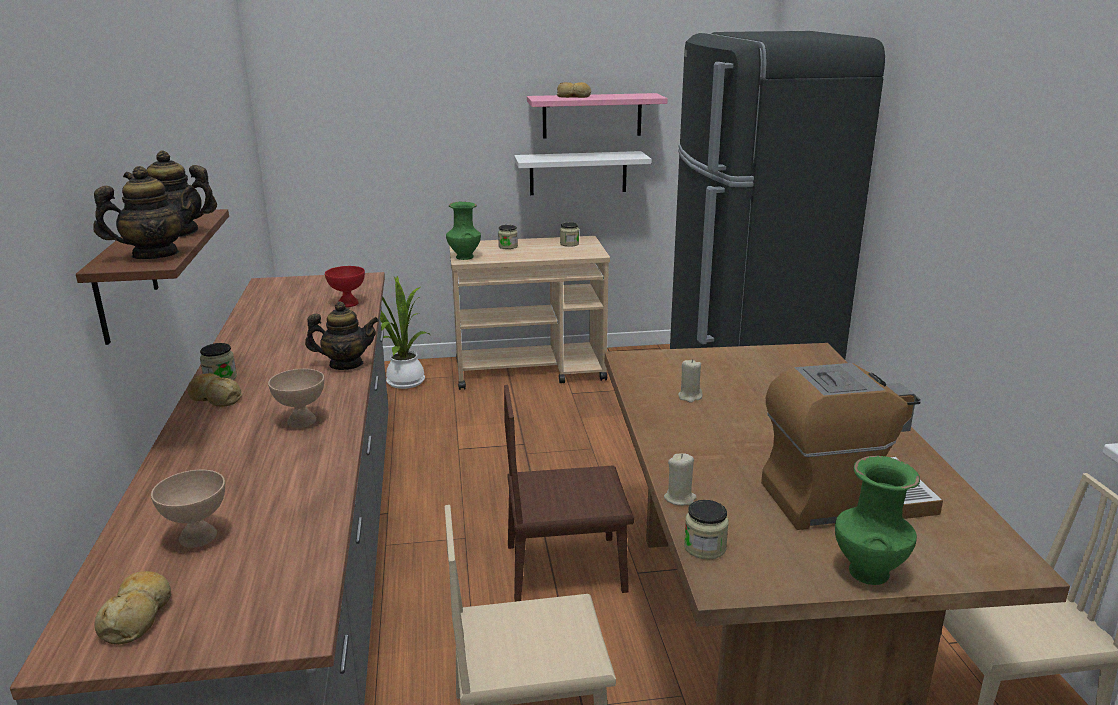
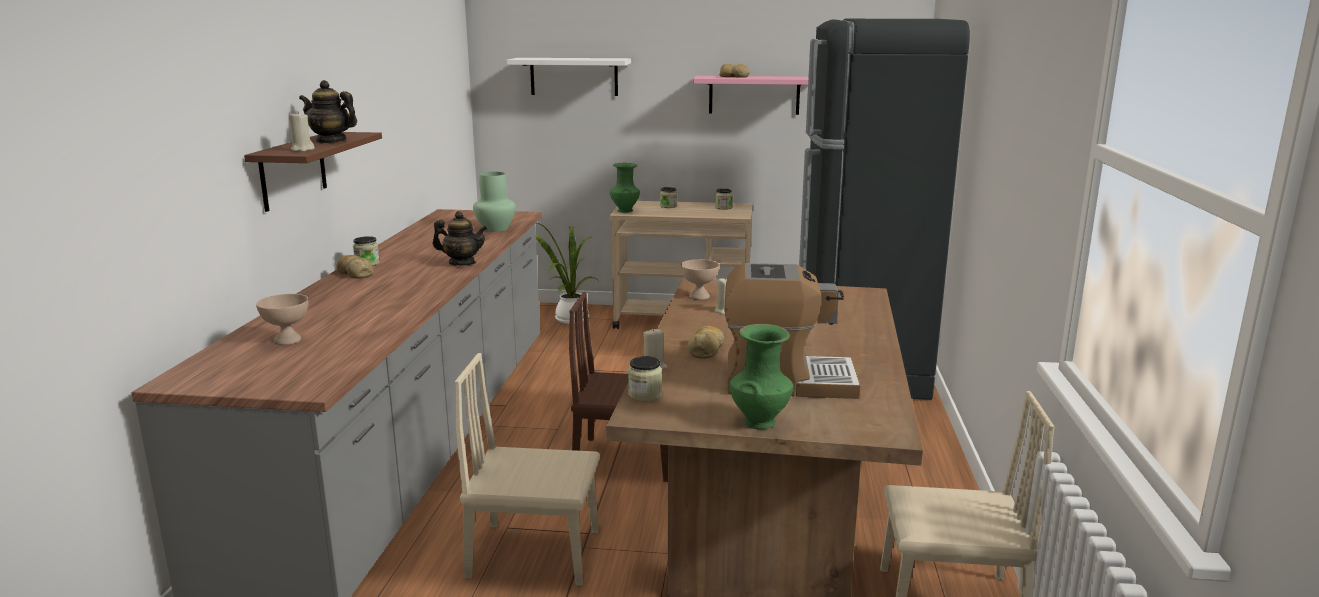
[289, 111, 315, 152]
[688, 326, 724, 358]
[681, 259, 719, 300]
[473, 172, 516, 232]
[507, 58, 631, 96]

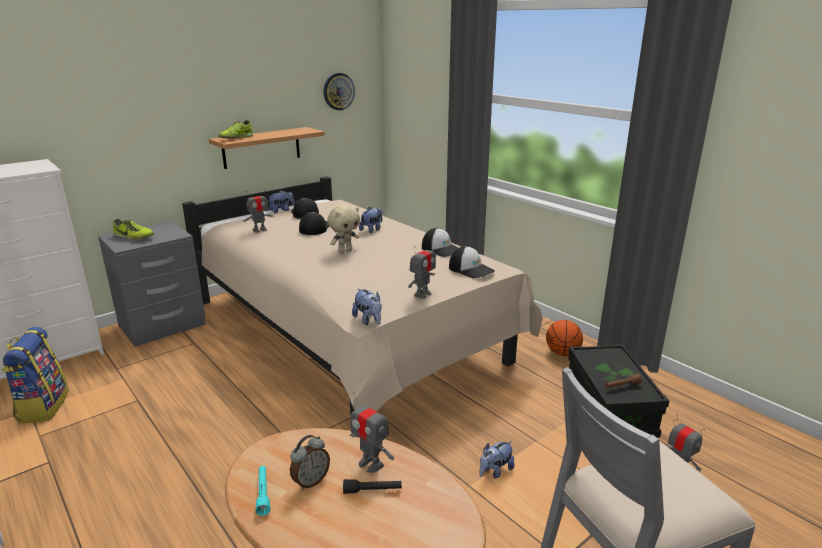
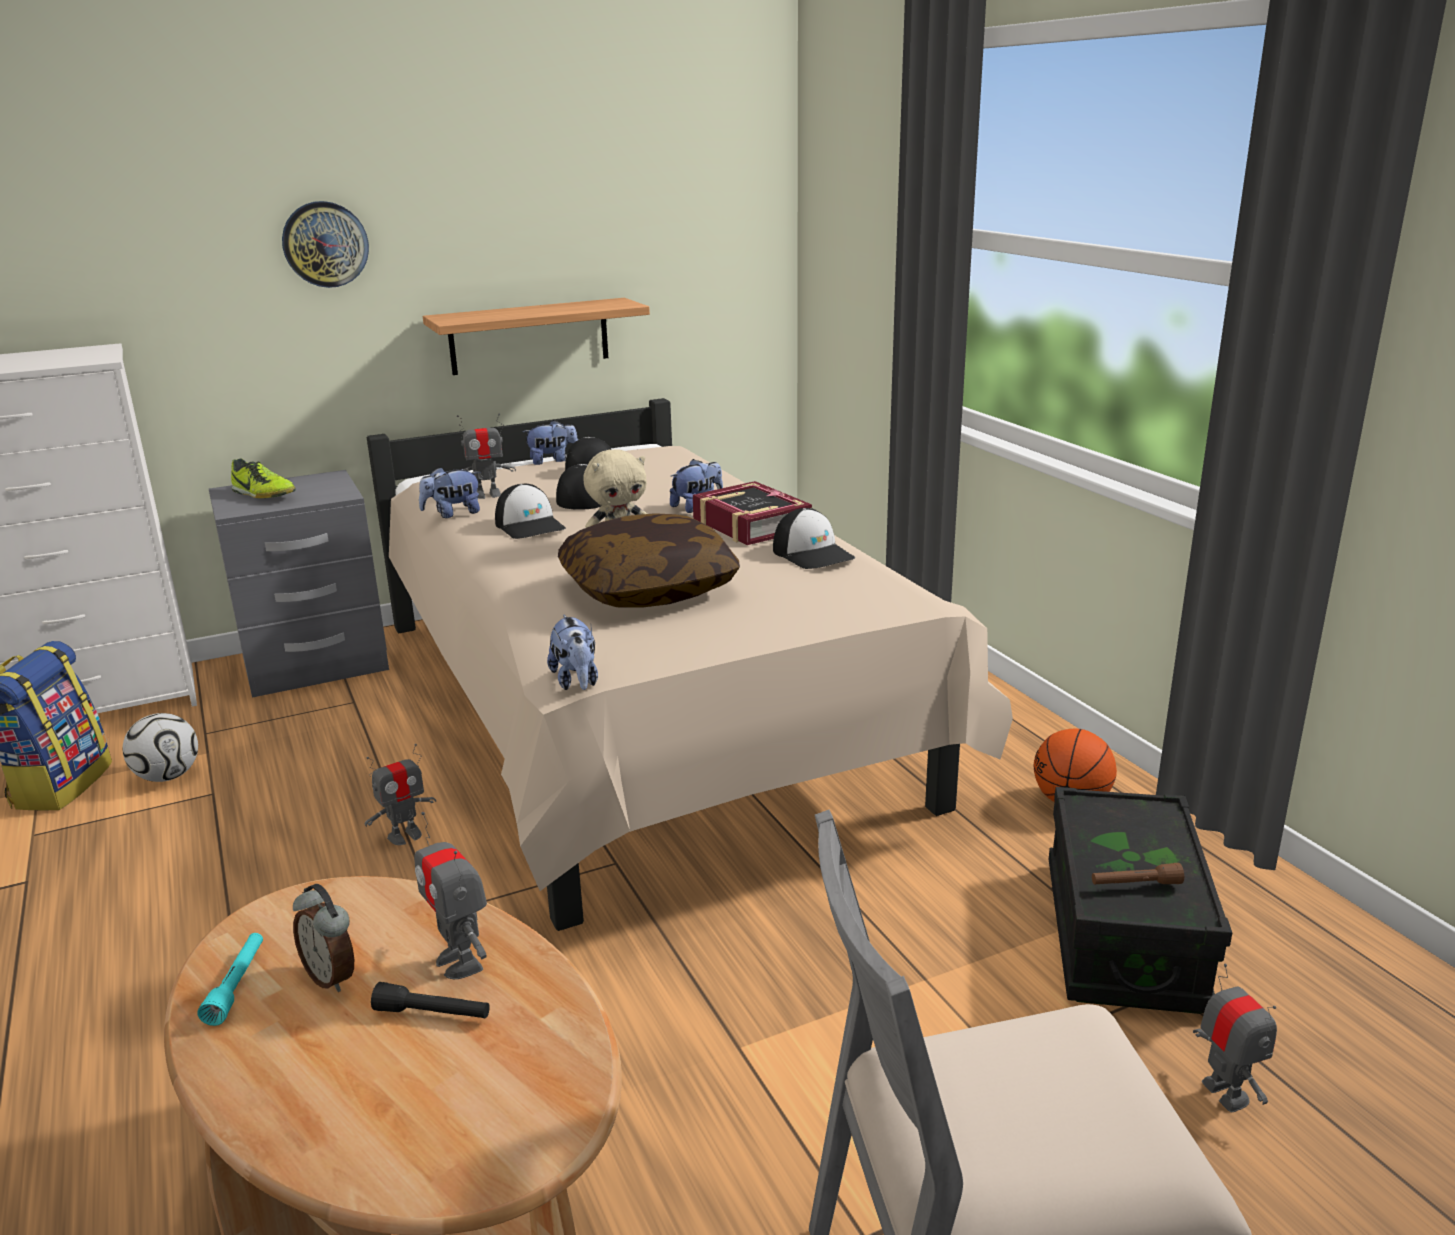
[218, 120, 253, 139] (first image)
[293, 884, 354, 992]
[282, 201, 369, 288]
[364, 744, 436, 845]
[495, 484, 566, 539]
[419, 467, 480, 518]
[123, 713, 198, 782]
[558, 513, 740, 608]
[693, 481, 812, 545]

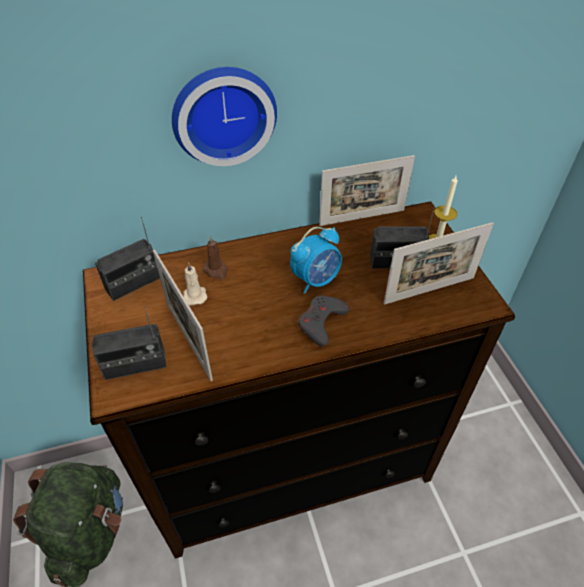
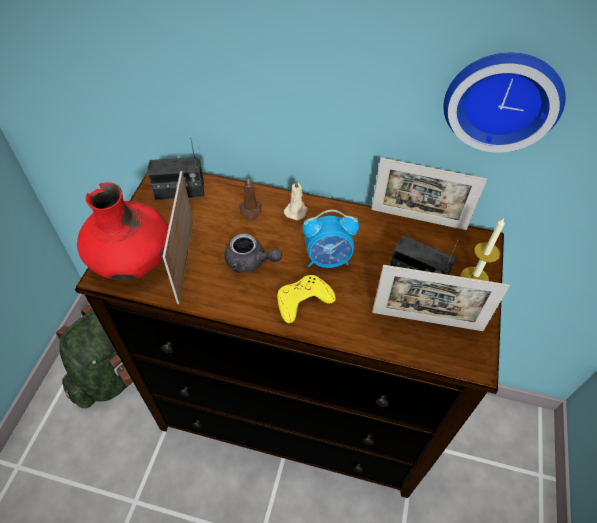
[77, 182, 168, 280]
[443, 53, 566, 153]
[284, 180, 308, 220]
[277, 275, 336, 323]
[224, 234, 282, 273]

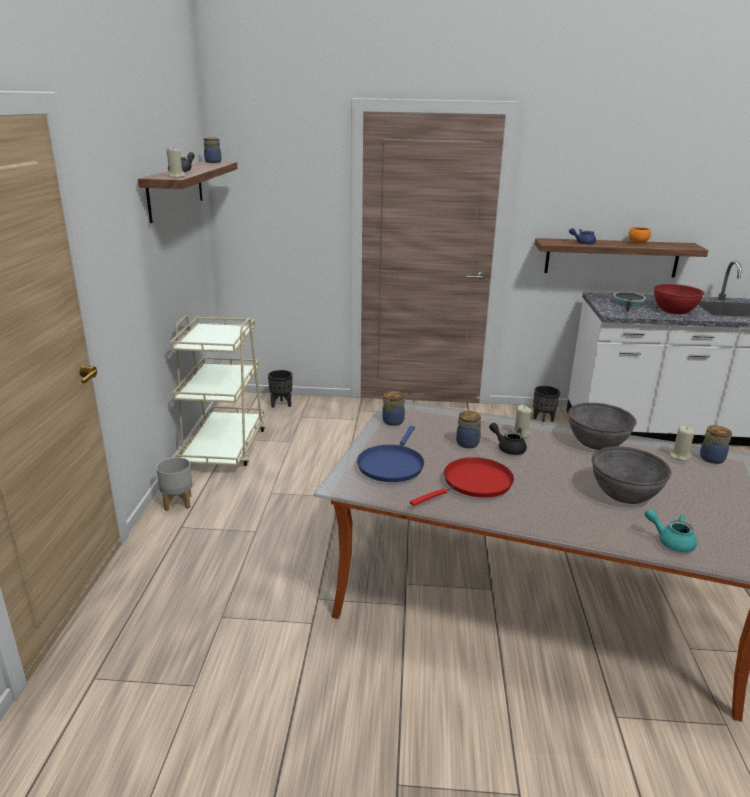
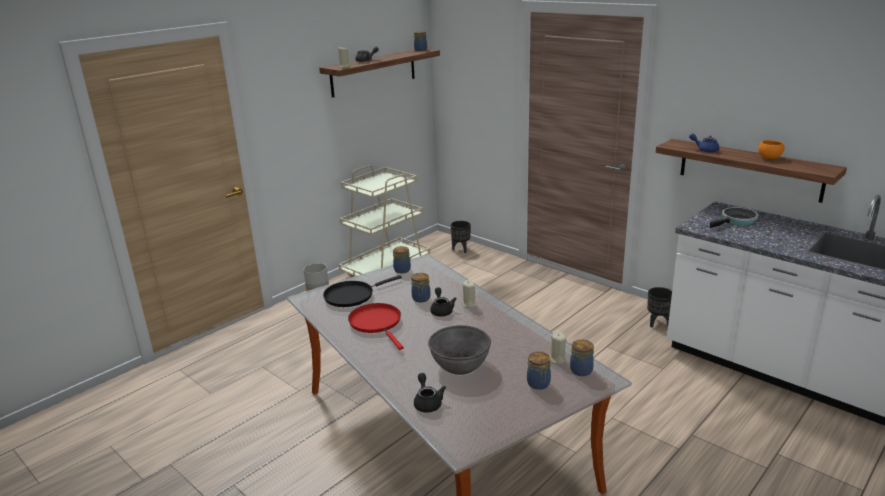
[323, 275, 402, 307]
[348, 303, 404, 350]
[568, 403, 637, 450] (first image)
[414, 373, 446, 413]
[654, 284, 705, 314] (first image)
[527, 352, 551, 390]

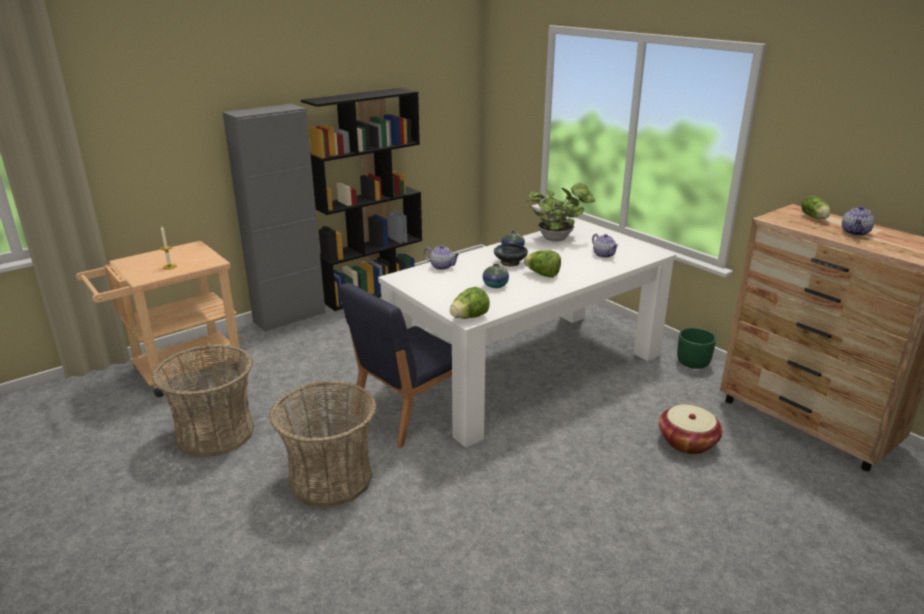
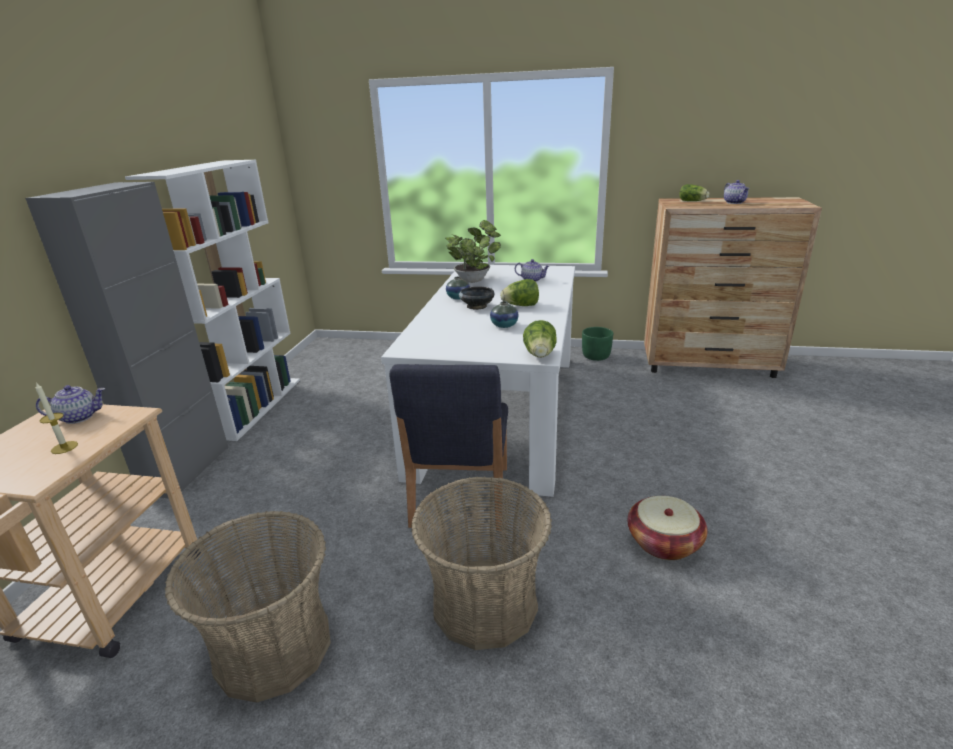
[125, 160, 300, 441]
[36, 385, 105, 424]
[628, 496, 708, 560]

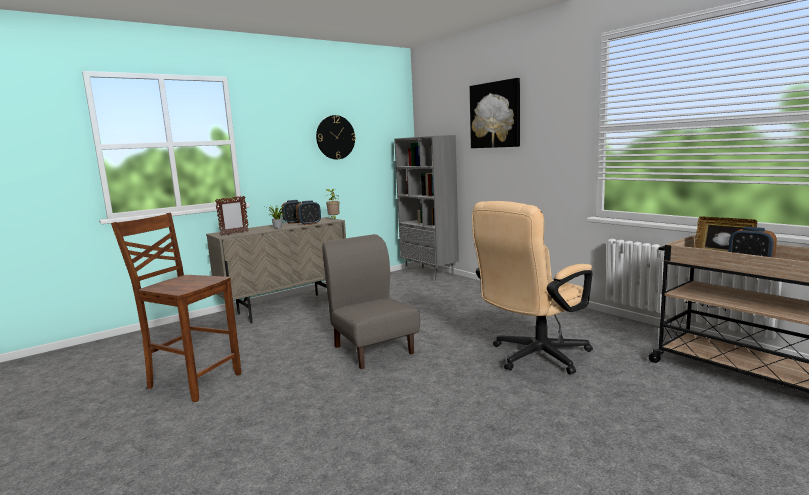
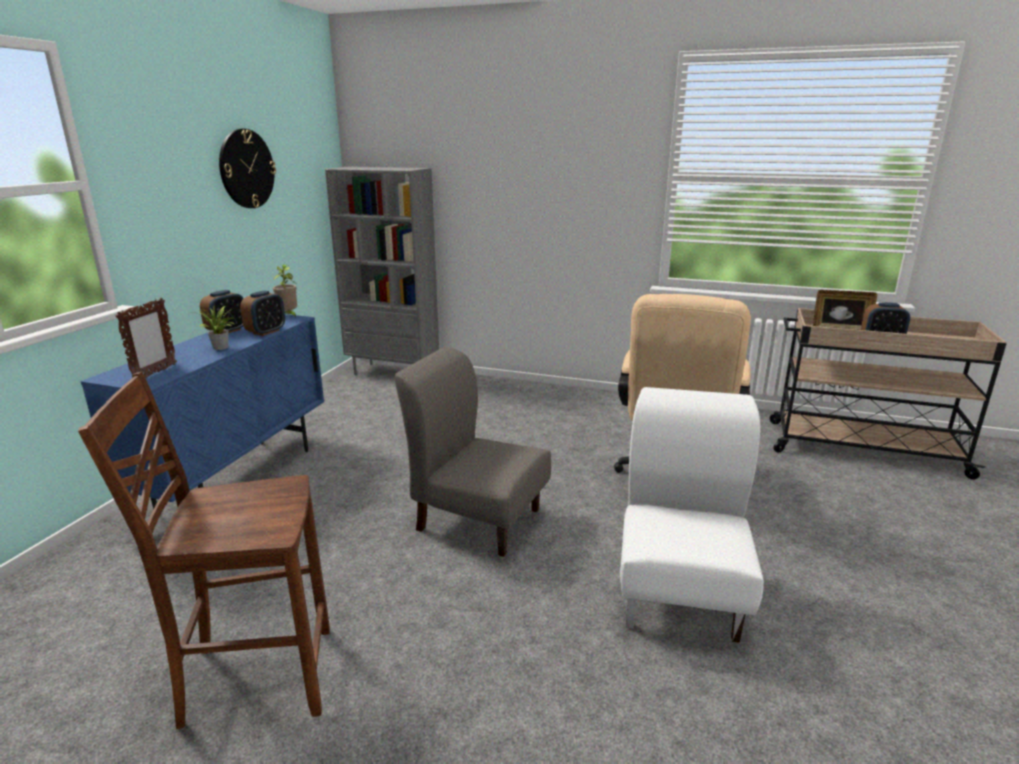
[80, 314, 324, 509]
[470, 78, 520, 148] (first image)
[620, 387, 764, 643]

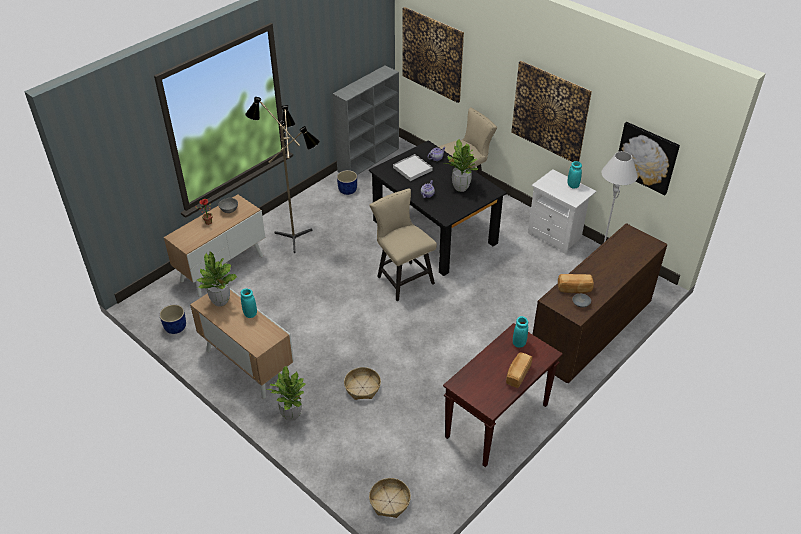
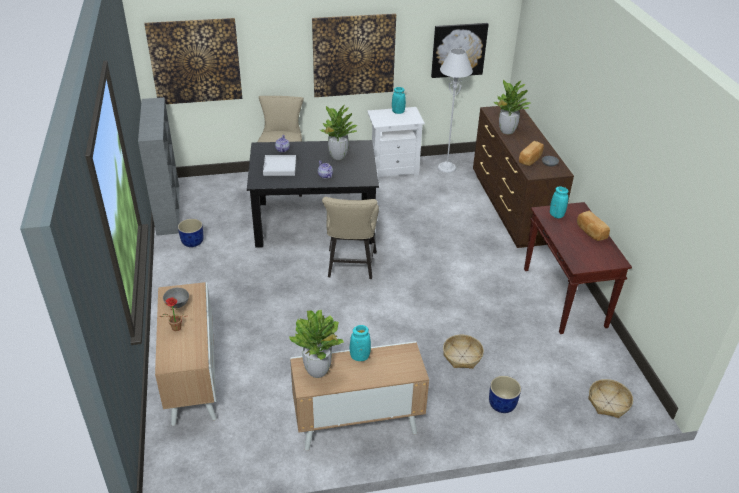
[489, 376, 521, 413]
[245, 97, 320, 253] (first image)
[493, 79, 530, 134]
[322, 197, 379, 279]

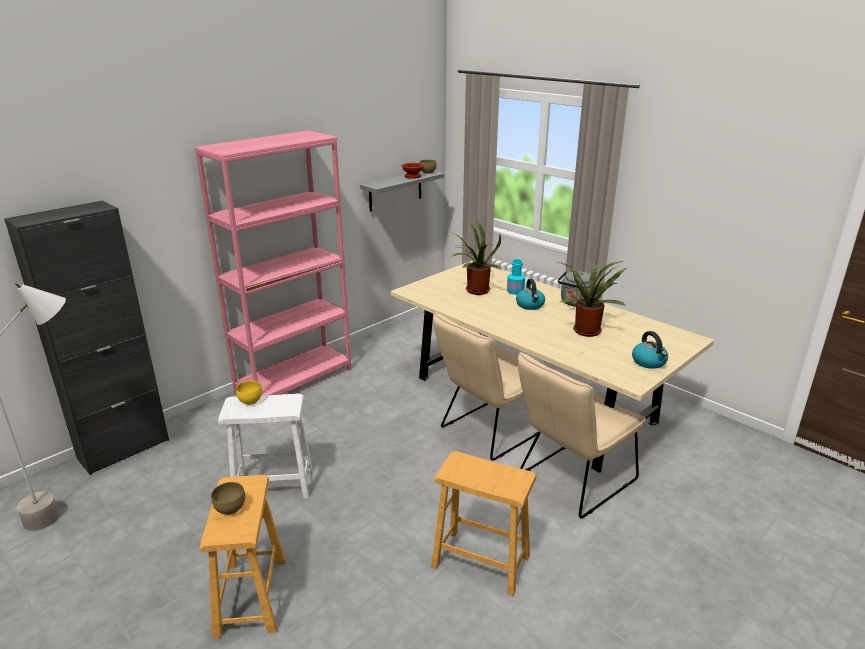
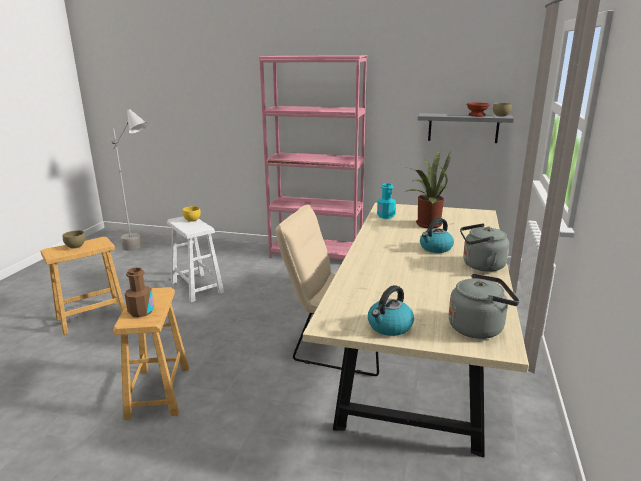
[4, 201, 169, 475] (first image)
[377, 183, 396, 219]
[518, 351, 646, 519] (first image)
[557, 261, 627, 337] (first image)
[125, 267, 154, 317]
[449, 273, 520, 339]

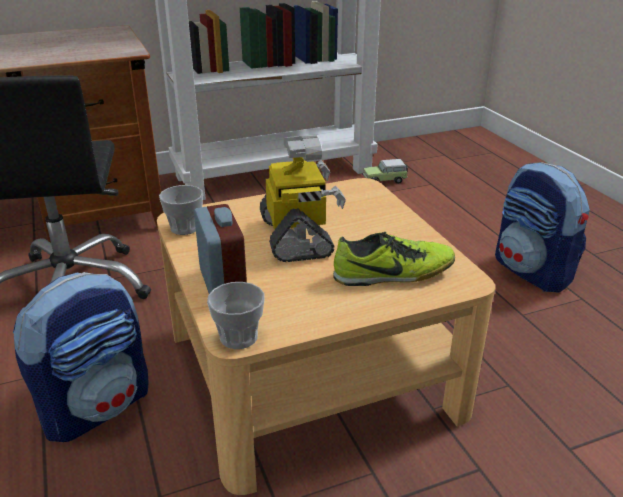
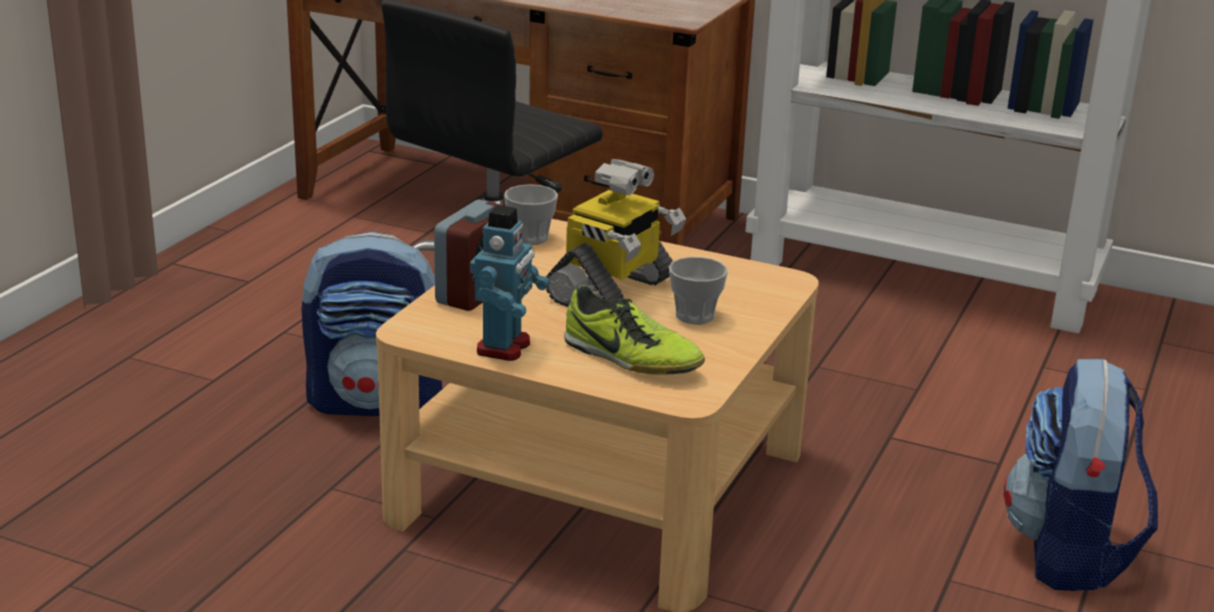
[669, 257, 728, 324]
[363, 159, 408, 184] (first image)
[470, 205, 550, 361]

